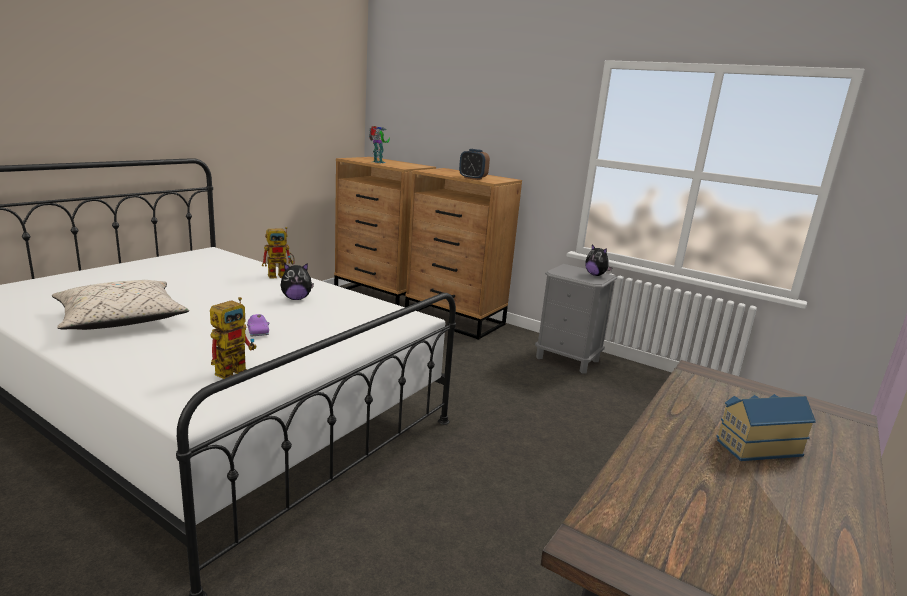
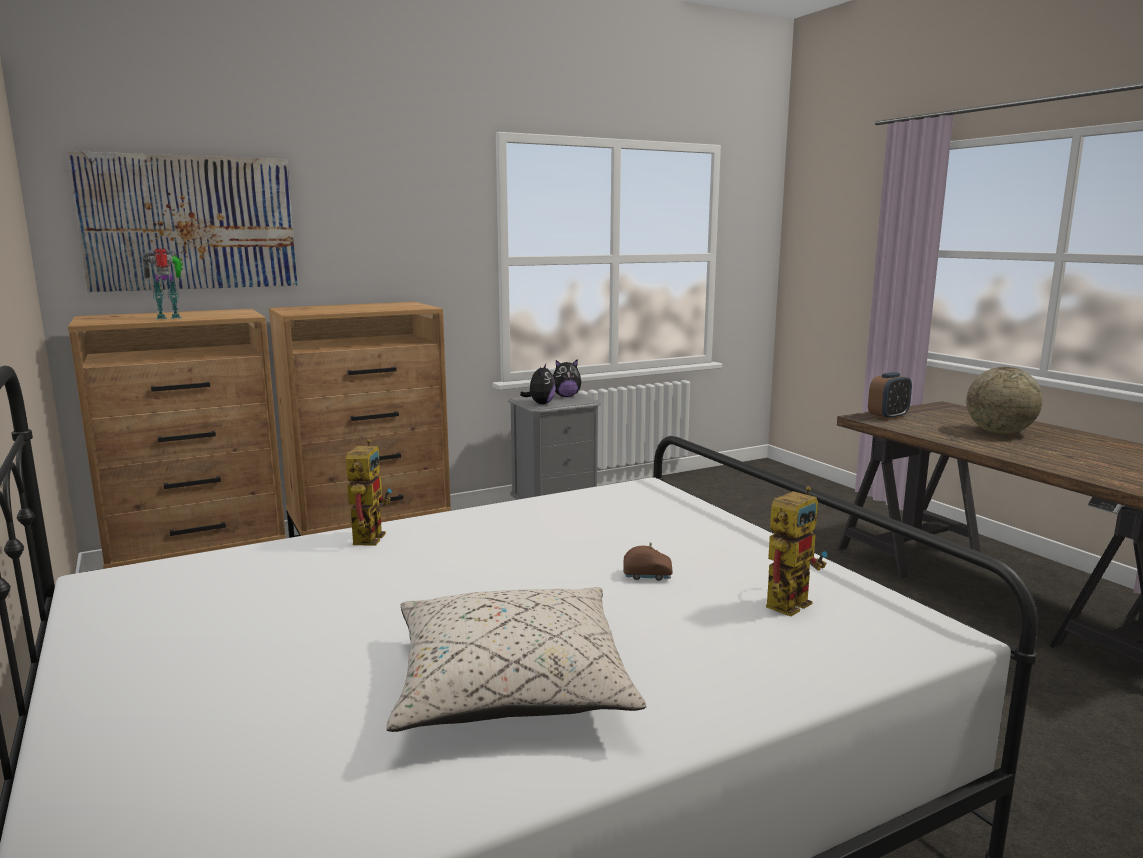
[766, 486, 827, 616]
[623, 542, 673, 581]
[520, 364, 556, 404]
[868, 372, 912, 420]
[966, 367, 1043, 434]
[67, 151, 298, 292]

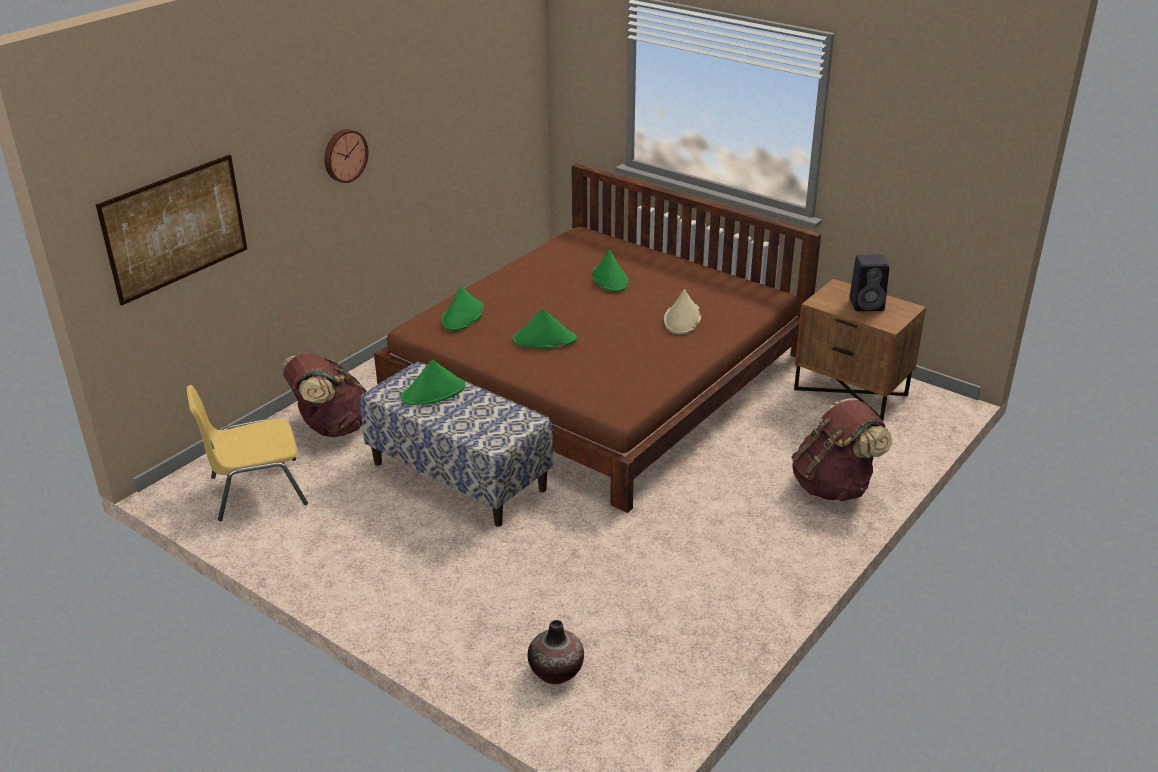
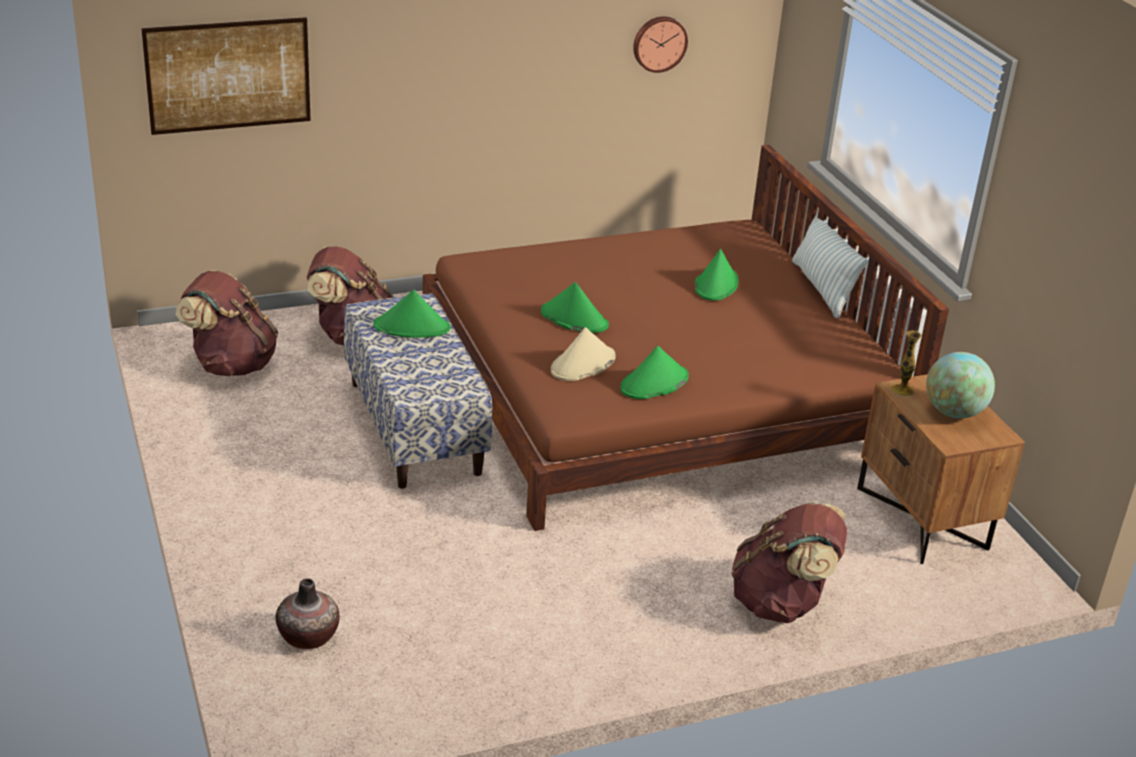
[176, 270, 278, 376]
[633, 16, 688, 73]
[620, 346, 689, 399]
[551, 327, 616, 381]
[926, 352, 995, 418]
[792, 208, 868, 319]
[891, 330, 922, 396]

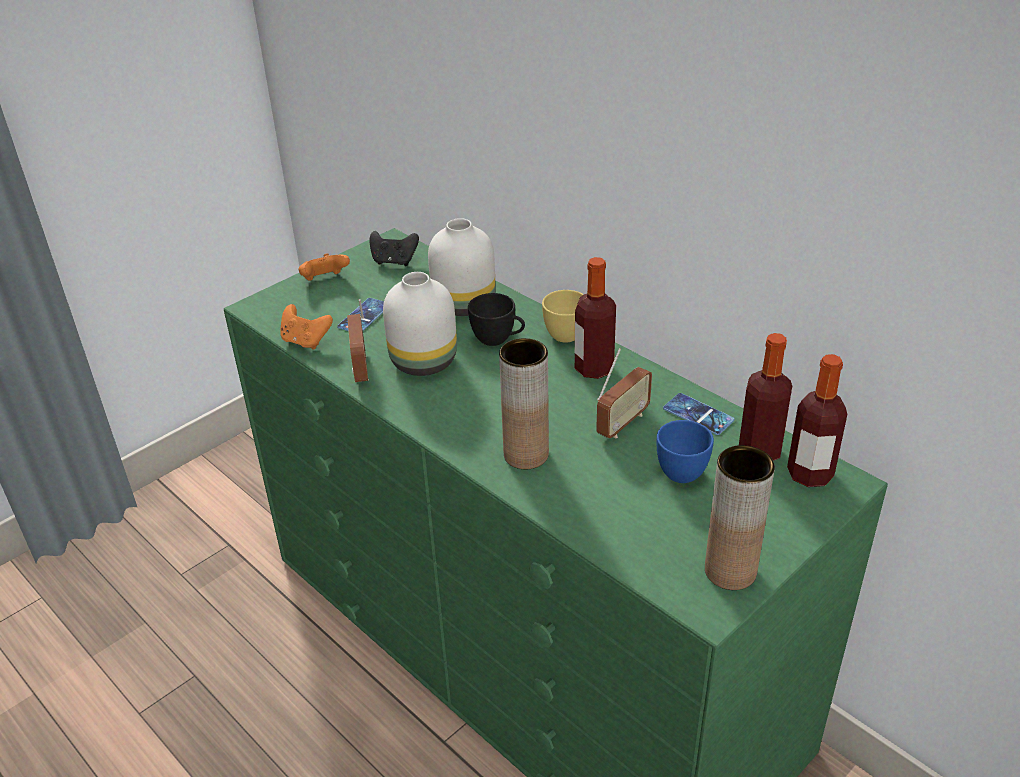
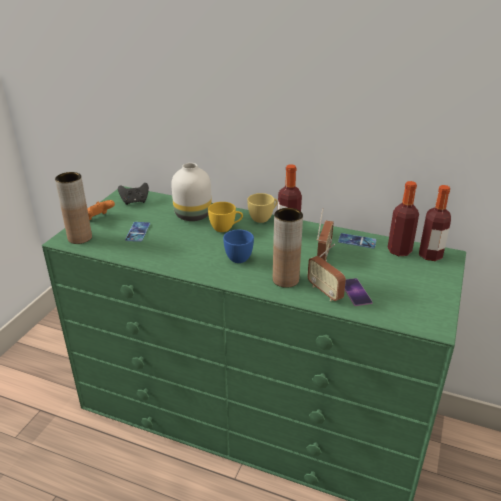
[280, 304, 333, 349] (first image)
[308, 244, 346, 301]
[383, 272, 457, 376] (first image)
[208, 202, 243, 232]
[223, 230, 254, 263]
[55, 172, 92, 244]
[345, 278, 372, 306]

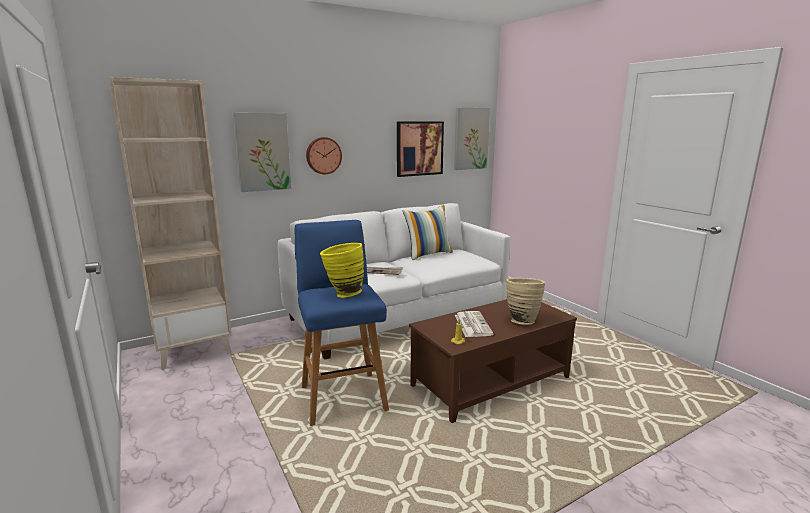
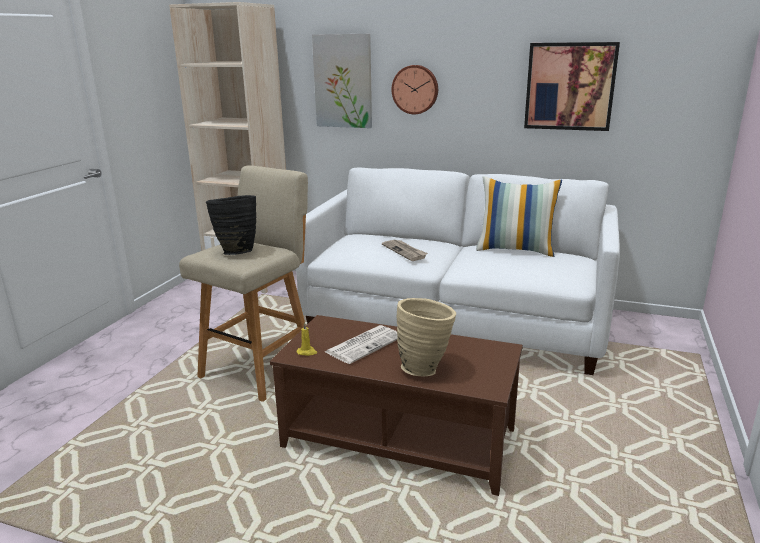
[179, 165, 308, 402]
[206, 195, 256, 255]
[454, 108, 490, 170] (first image)

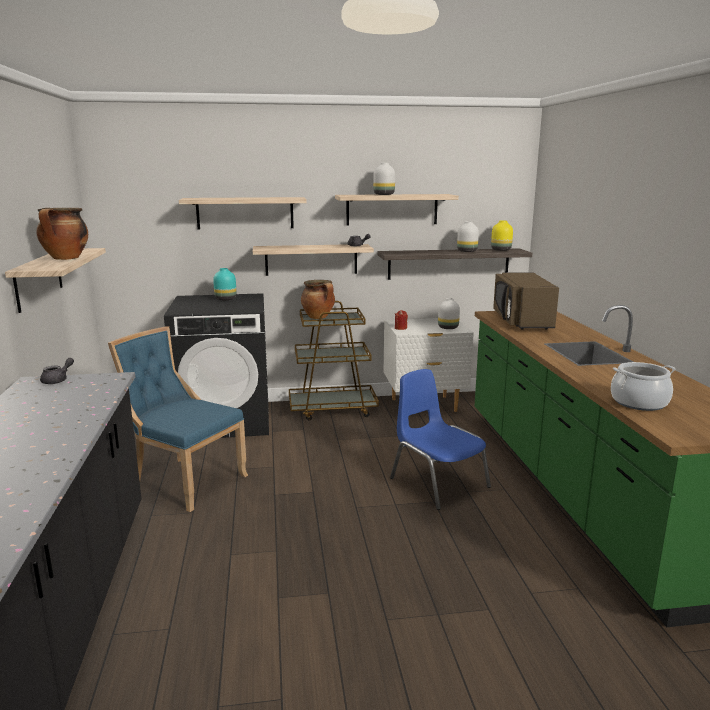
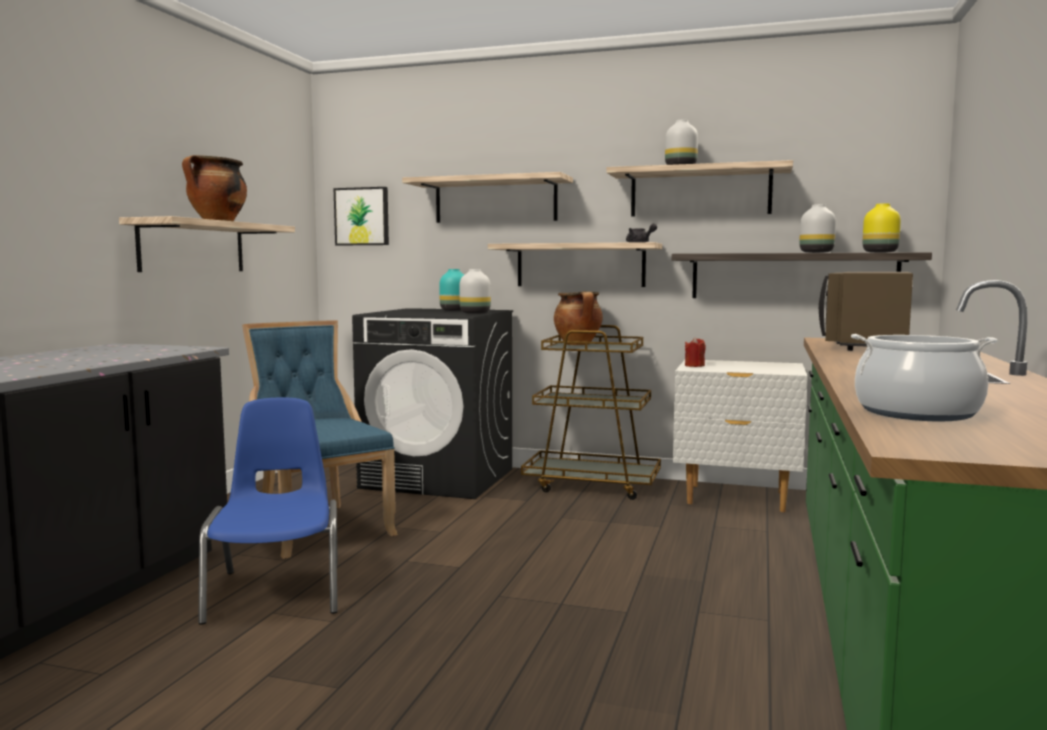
[40, 358, 74, 384] (first image)
[198, 397, 338, 625]
[459, 269, 491, 314]
[334, 187, 389, 245]

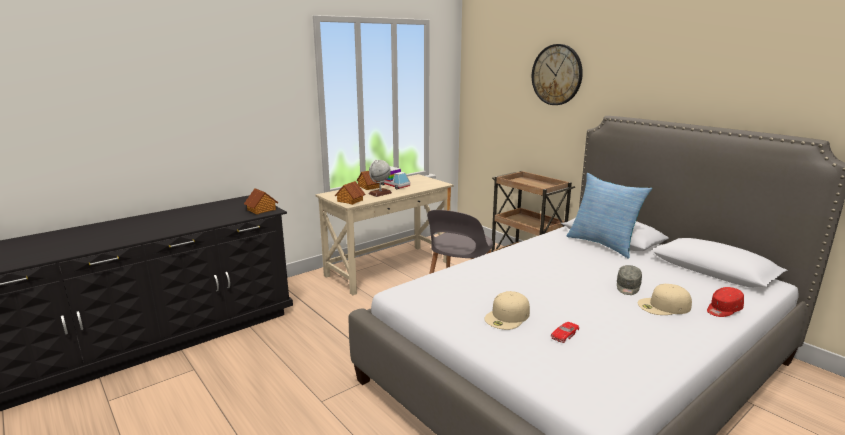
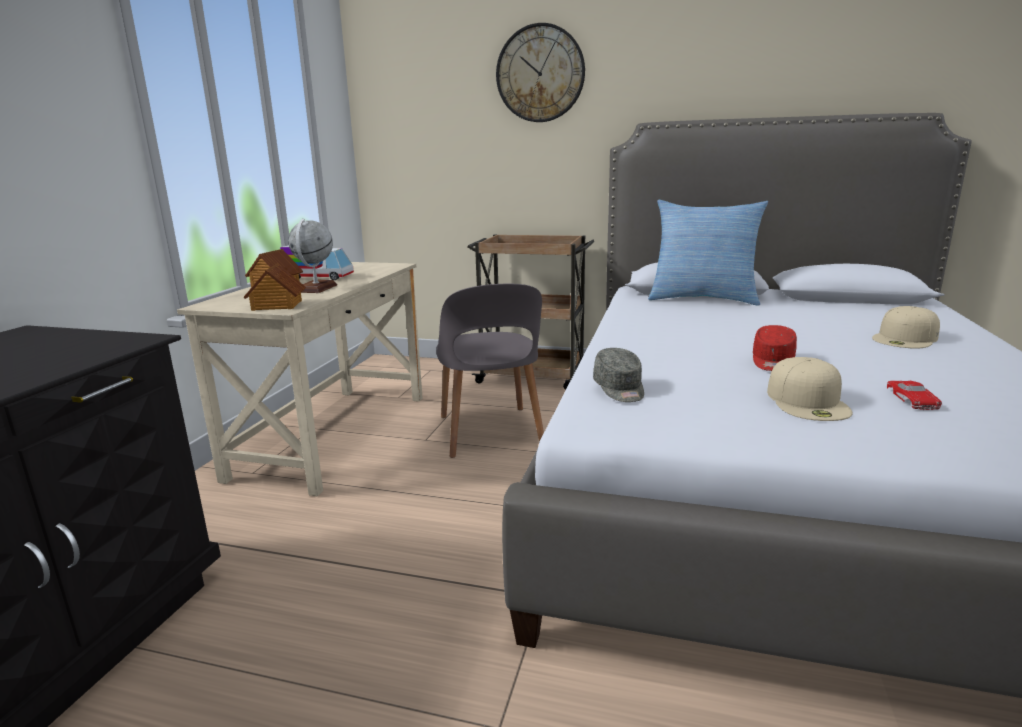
[244, 188, 279, 214] (first image)
[593, 348, 644, 402]
[753, 325, 797, 371]

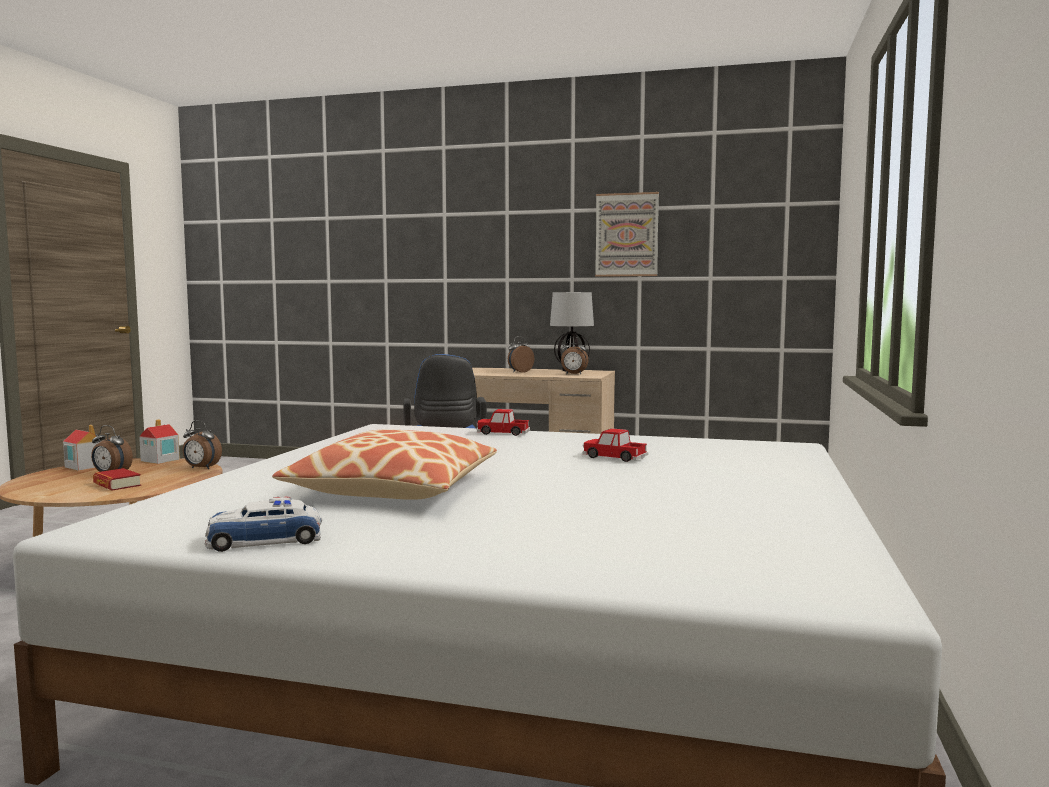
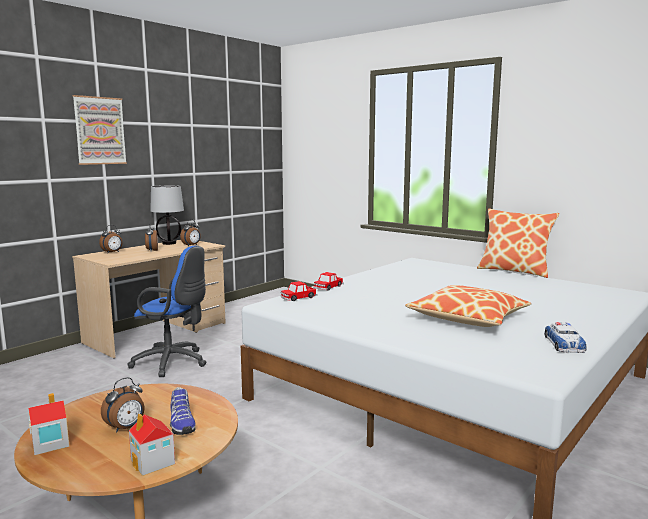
[170, 387, 196, 435]
[129, 414, 175, 476]
[99, 225, 122, 253]
[281, 281, 317, 301]
[73, 95, 127, 165]
[477, 208, 559, 278]

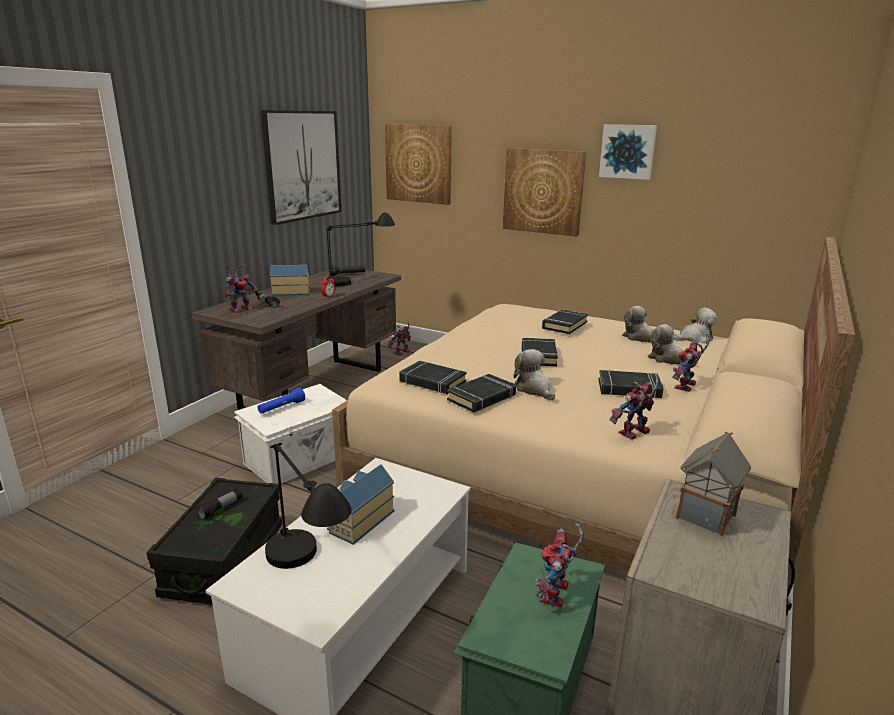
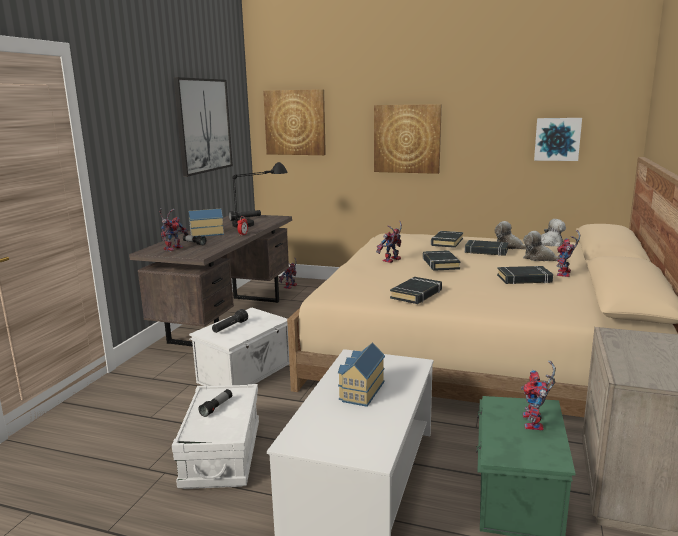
[172, 384, 259, 489]
[212, 309, 248, 333]
[265, 443, 352, 569] (first image)
[465, 240, 508, 256]
[514, 349, 555, 400] (first image)
[534, 118, 582, 161]
[376, 221, 402, 263]
[676, 432, 751, 536] (first image)

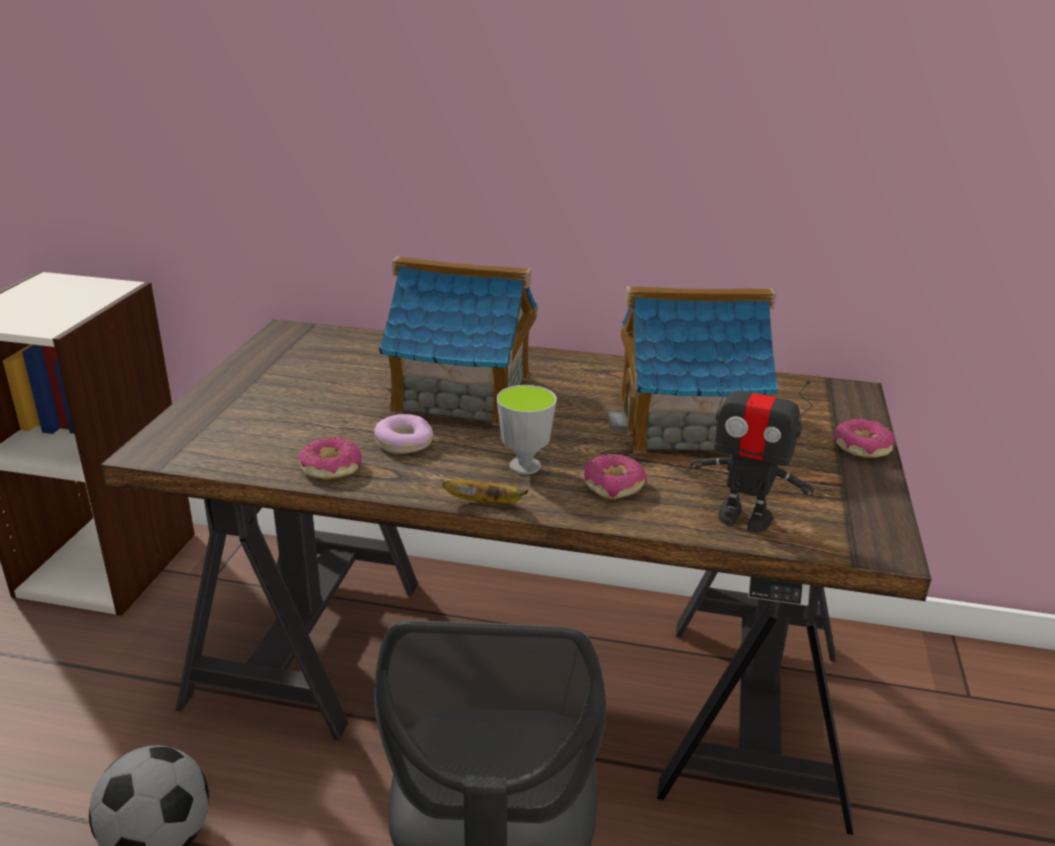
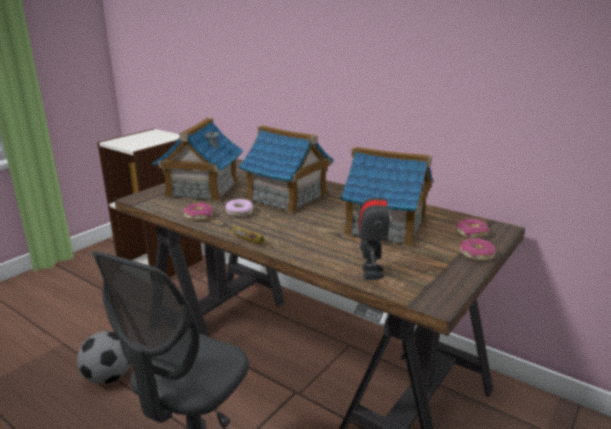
[497, 385, 557, 475] (first image)
[456, 218, 489, 239]
[358, 180, 391, 280]
[153, 118, 243, 202]

